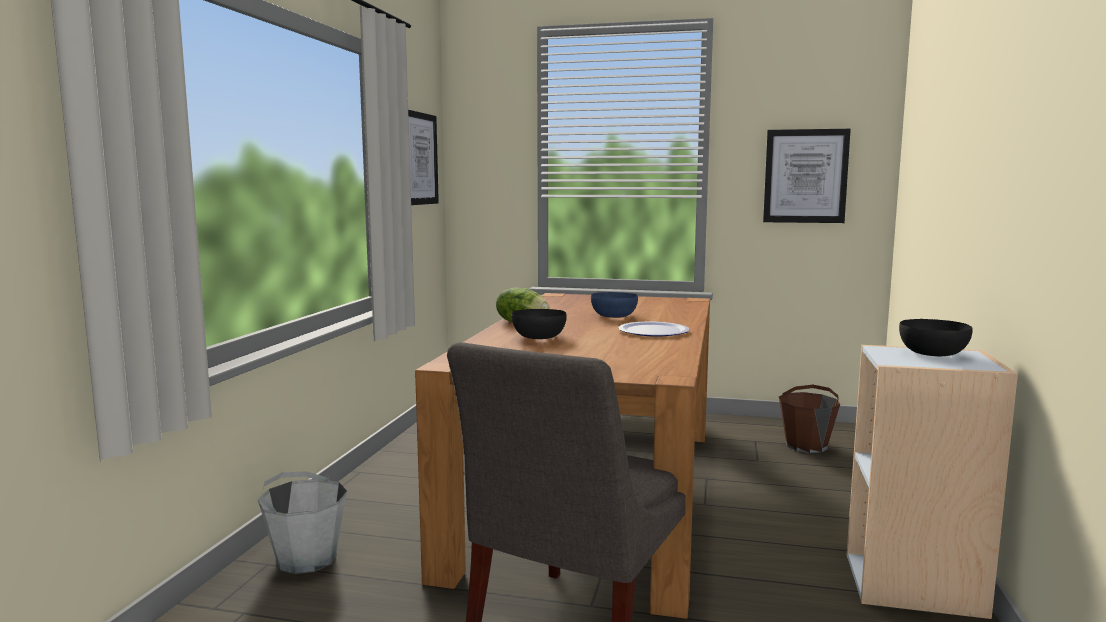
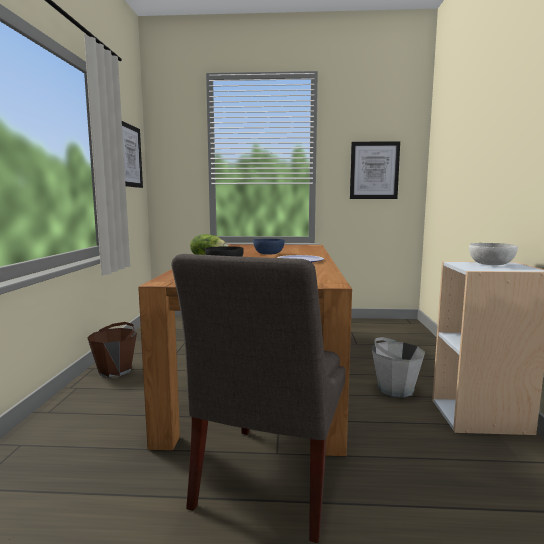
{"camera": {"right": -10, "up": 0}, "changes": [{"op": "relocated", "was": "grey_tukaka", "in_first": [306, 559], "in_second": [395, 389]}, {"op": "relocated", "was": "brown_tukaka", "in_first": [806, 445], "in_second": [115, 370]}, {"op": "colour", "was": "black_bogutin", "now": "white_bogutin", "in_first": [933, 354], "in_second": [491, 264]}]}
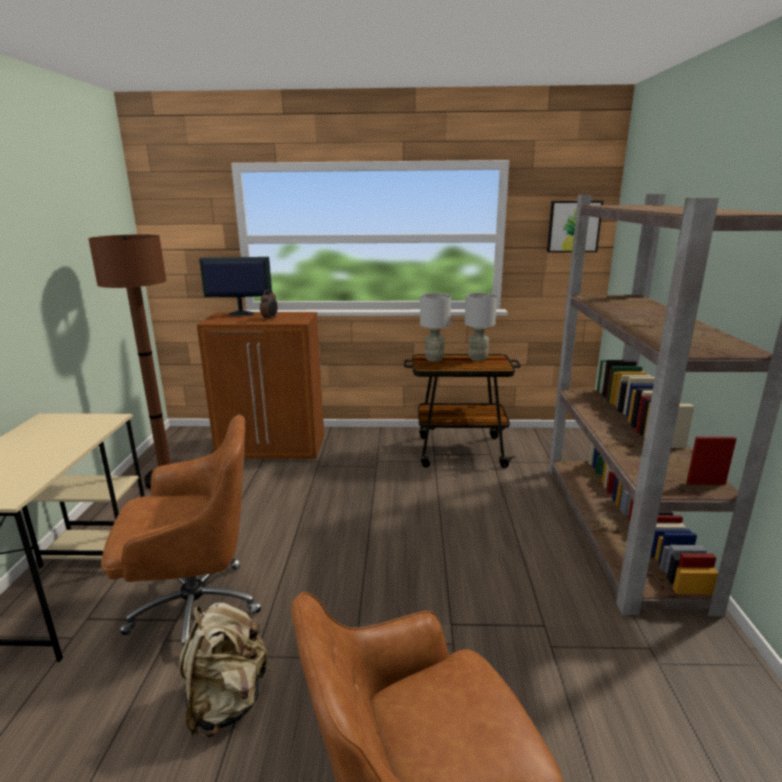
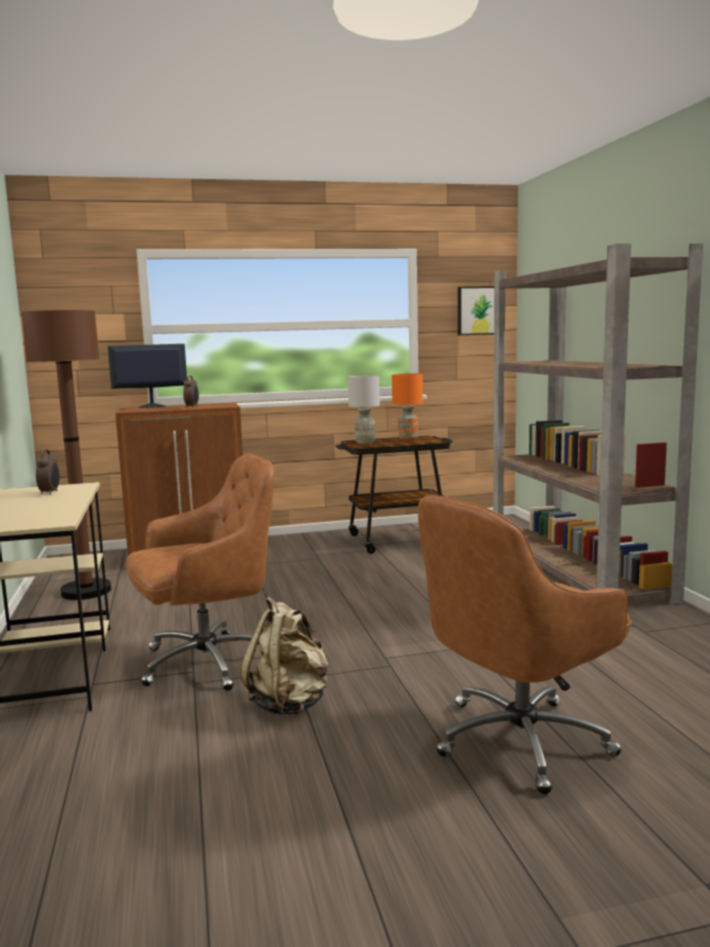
{"camera": {"right": -15, "up": -10}, "changes": [{"op": "appeared", "now": "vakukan", "in_second": [50, 493]}, {"op": "colour", "was": "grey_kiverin", "now": "orange_kiverin", "in_first": [478, 358], "in_second": [408, 439]}]}
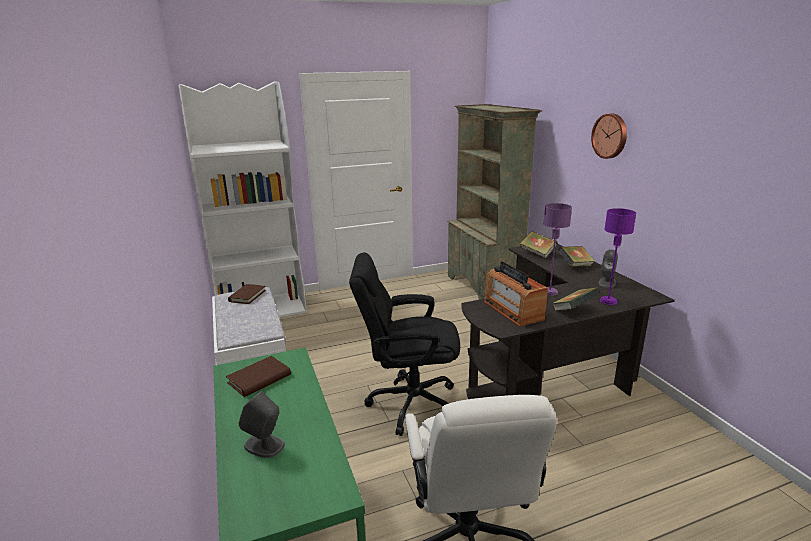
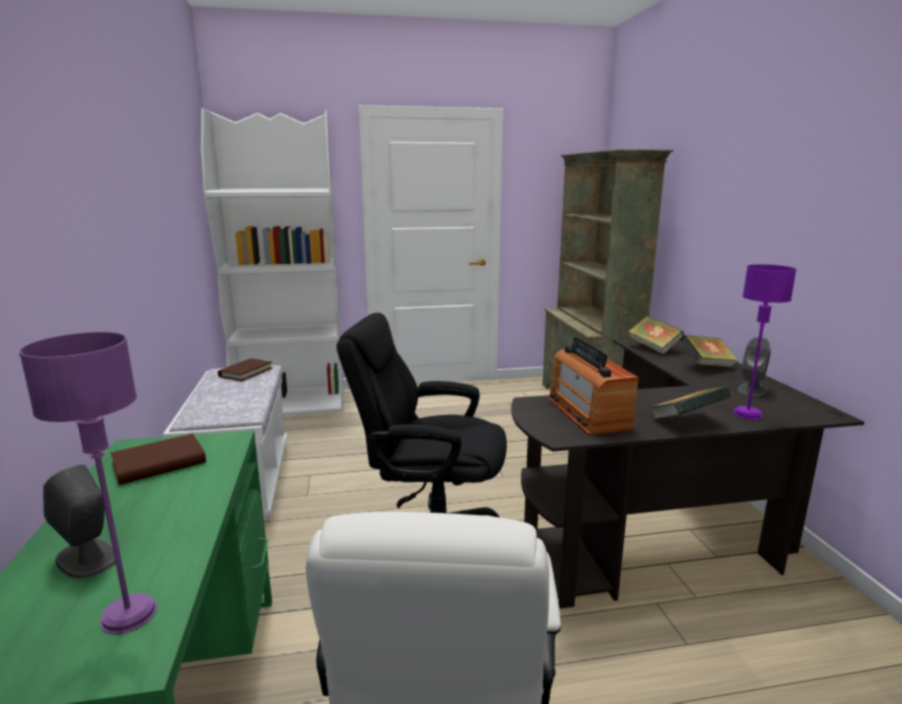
{"camera": {"right": 10, "up": -5}, "changes": [{"op": "missing", "was": "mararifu", "in_first": [610, 136]}, {"op": "relocated", "was": "purple_kiverin", "in_first": [549, 292], "in_second": [128, 614]}]}
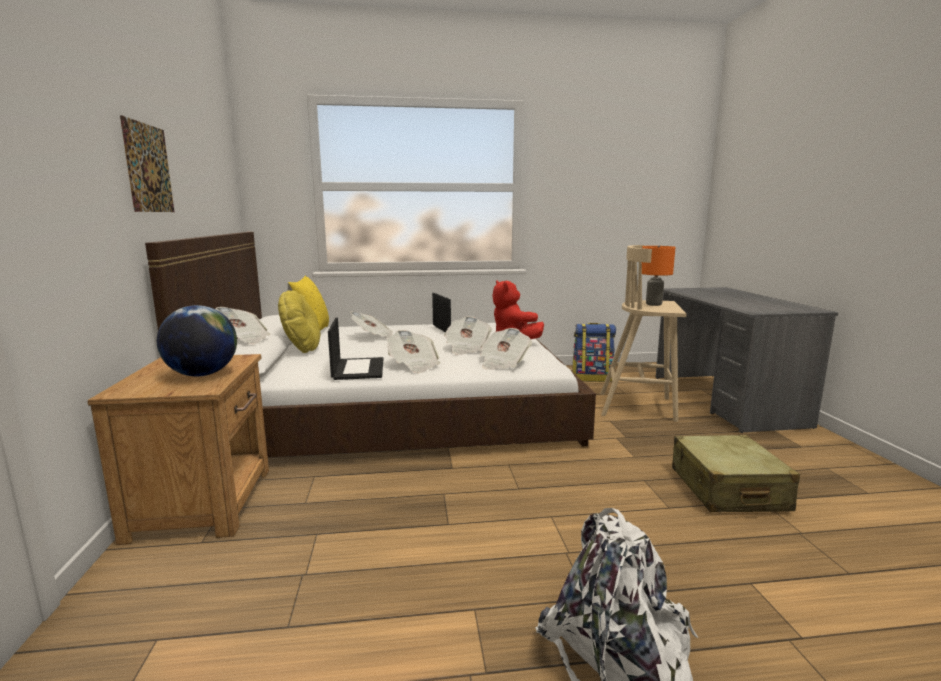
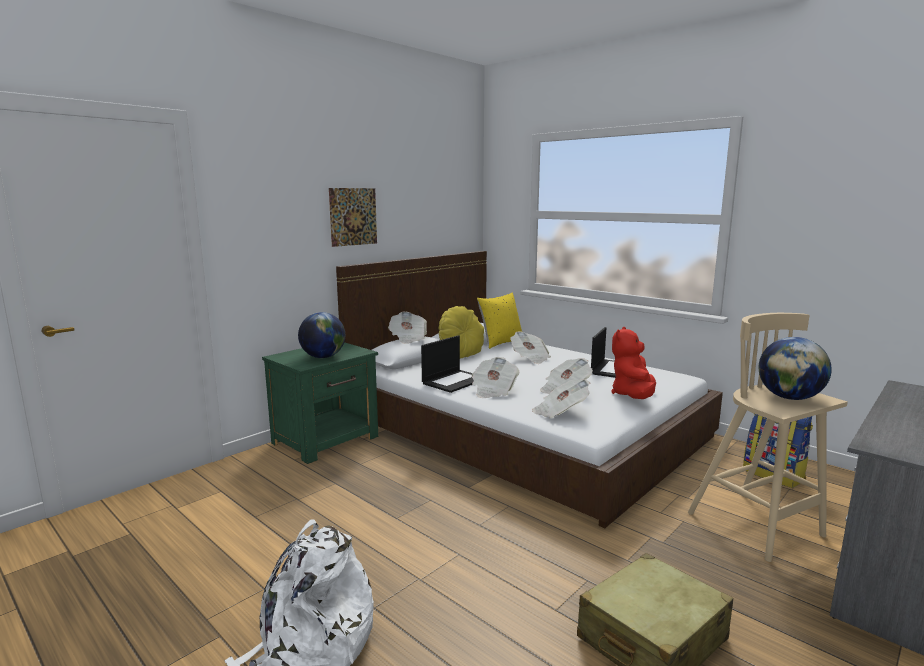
{"camera": {"right": 50, "up": 0}, "changes": [{"op": "exchanged", "was": "orange_kiverin", "now": "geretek", "in_first": [654, 304], "in_second": [789, 397]}, {"op": "colour", "was": "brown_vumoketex", "now": "green_vumoketex", "in_first": [205, 501], "in_second": [327, 440]}]}
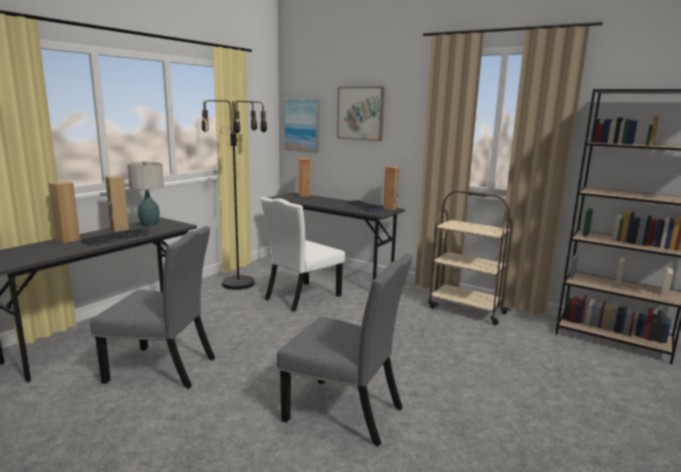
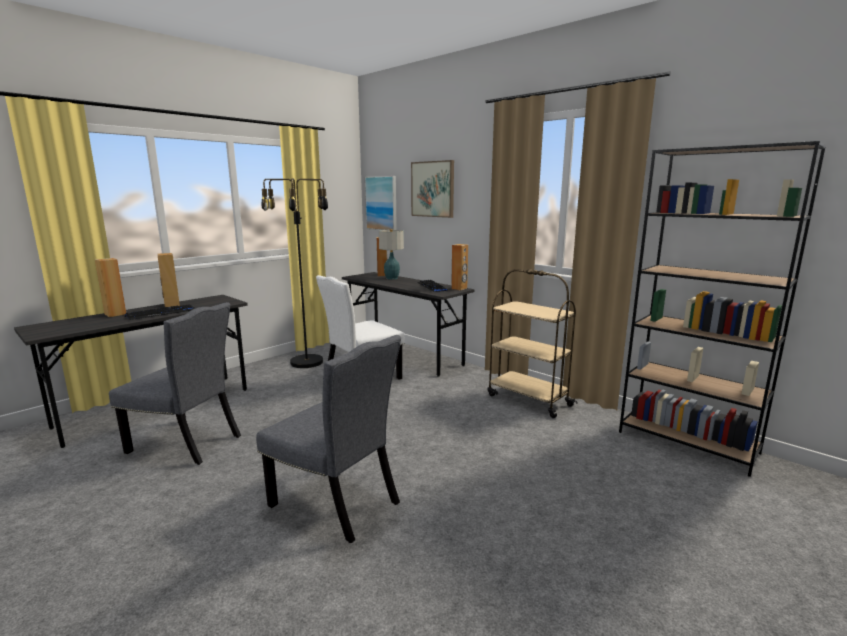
{"camera": {"right": 10, "up": 0}, "changes": [{"op": "relocated", "was": "kiverin", "in_first": [150, 225], "in_second": [392, 278]}]}
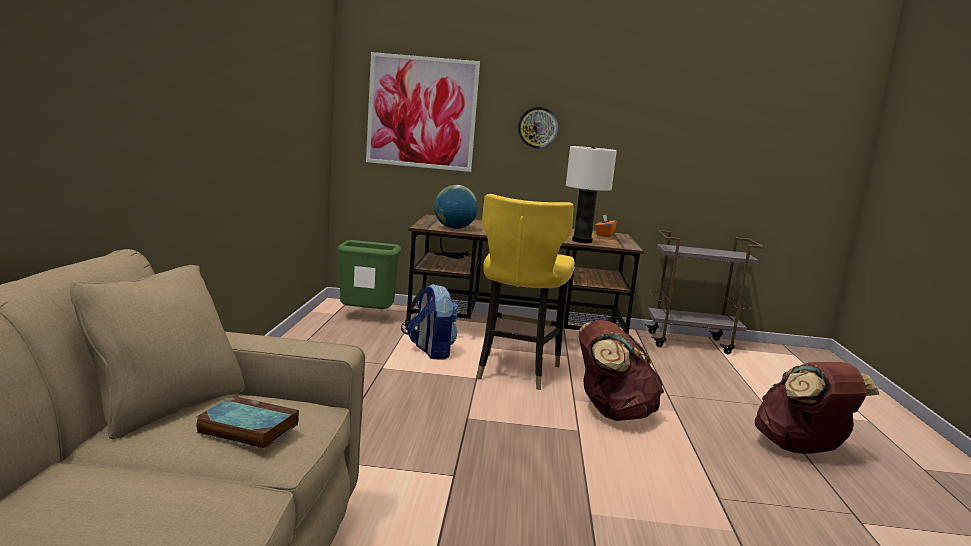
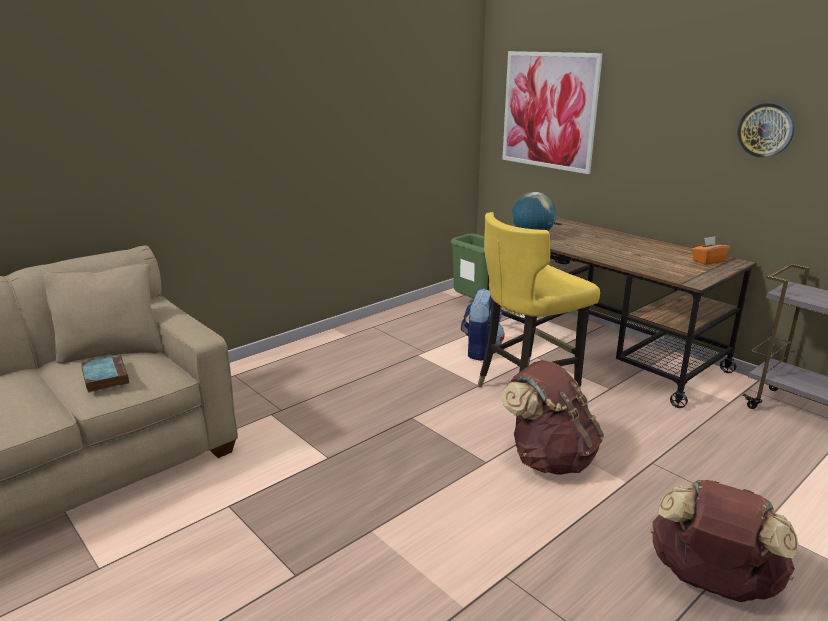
{"camera": {"right": 45, "up": 10}, "changes": [{"op": "missing", "was": "white_kiverin", "in_first": [582, 241]}, {"op": "relocated", "was": "mararifu", "in_first": [538, 127], "in_second": [766, 130]}]}
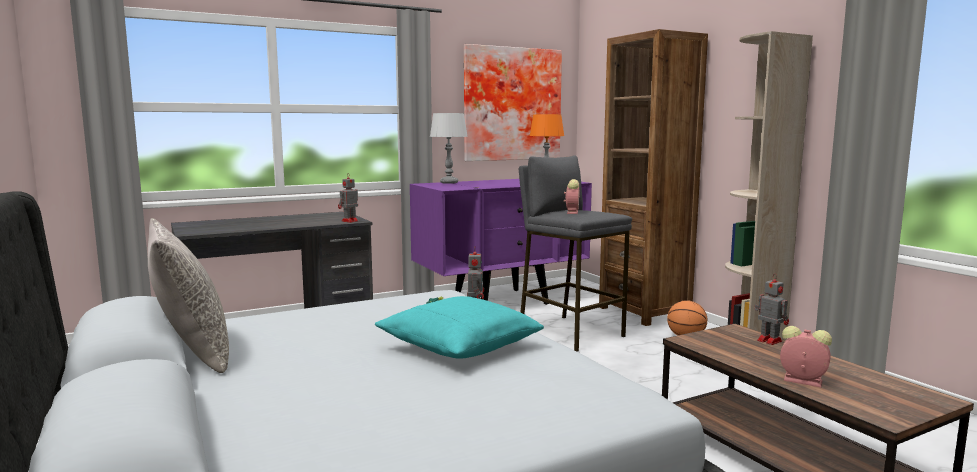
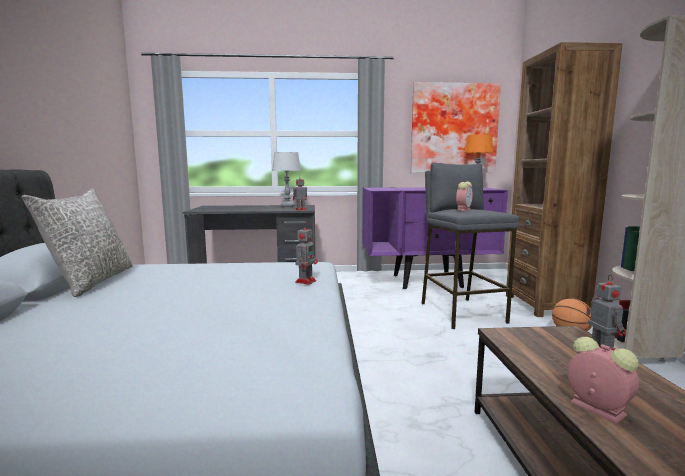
{"camera": {"right": 25, "up": 0}, "changes": [{"op": "missing", "was": "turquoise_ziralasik", "in_first": [460, 349]}, {"op": "relocated", "was": "grey_kiverin", "in_first": [449, 182], "in_second": [287, 206]}]}
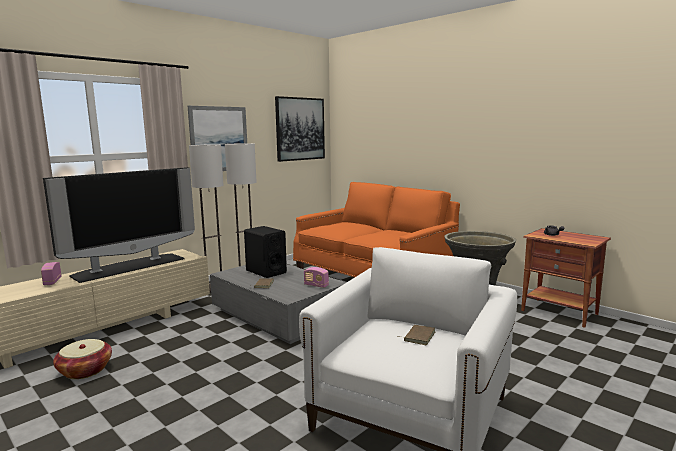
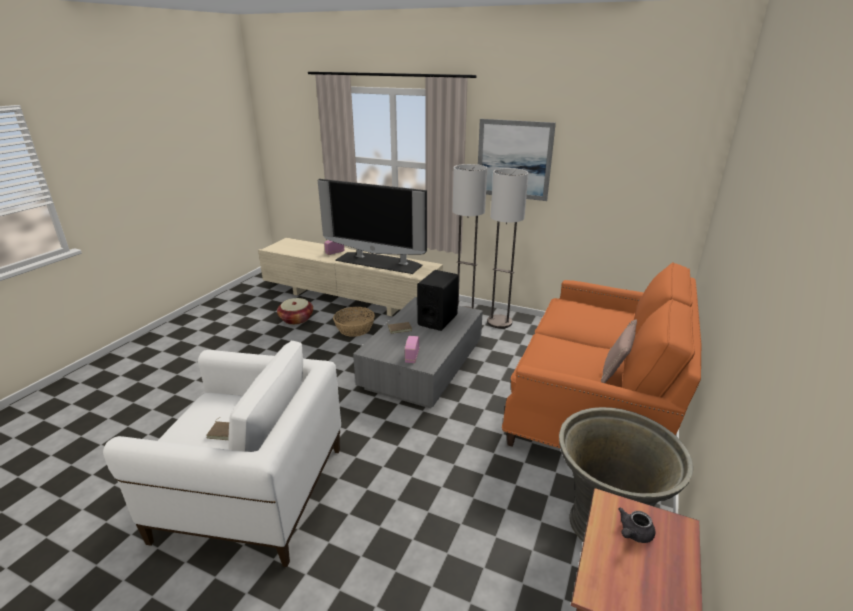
{"camera": {"right": 70, "up": 15}, "changes": [{"op": "missing", "was": "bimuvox", "in_first": [300, 129]}, {"op": "appeared", "now": "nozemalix", "in_second": [355, 328]}, {"op": "appeared", "now": "beige_ziralasik", "in_second": [615, 369]}]}
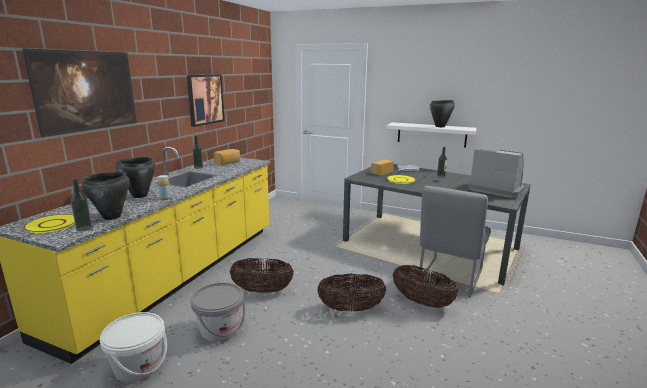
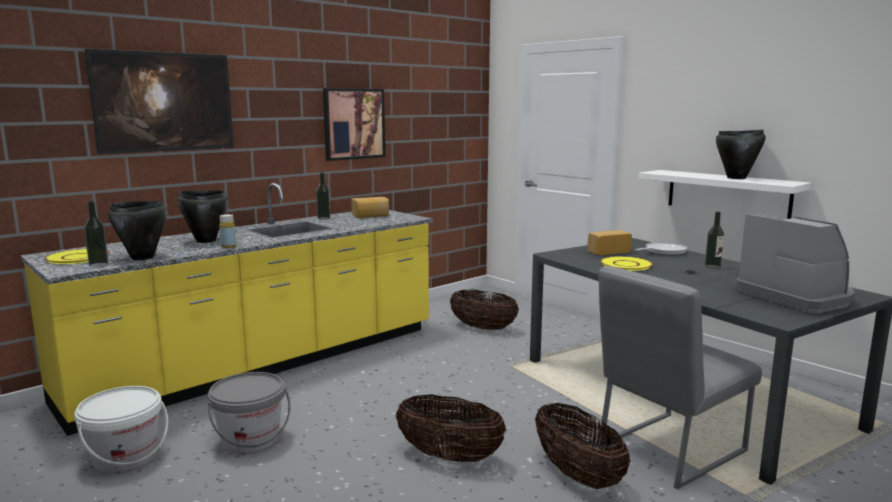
{"camera": {"right": 25, "up": -5}, "changes": [{"op": "relocated", "was": "nozemalix", "in_first": [262, 290], "in_second": [483, 328]}]}
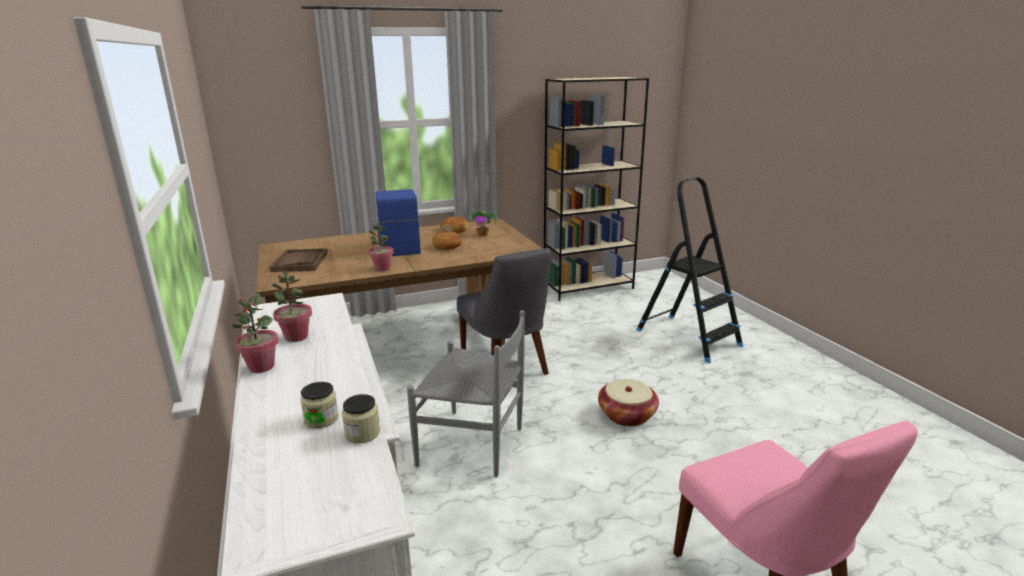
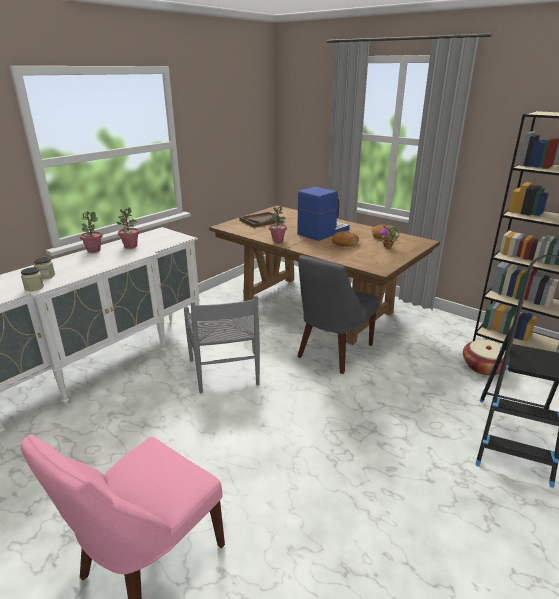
{"camera": {"right": 60, "up": 5}, "changes": [{"op": "relocated", "was": "nozemalix", "in_first": [627, 415], "in_second": [484, 367]}]}
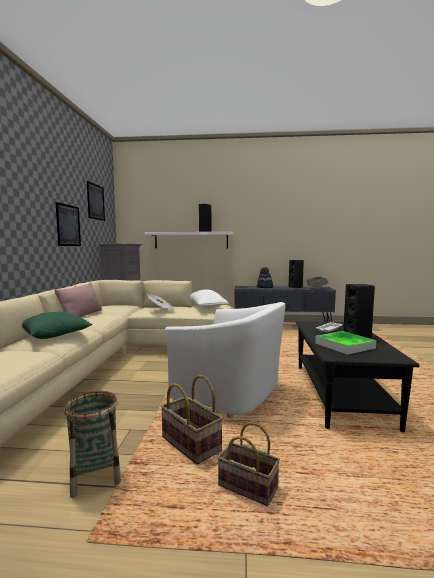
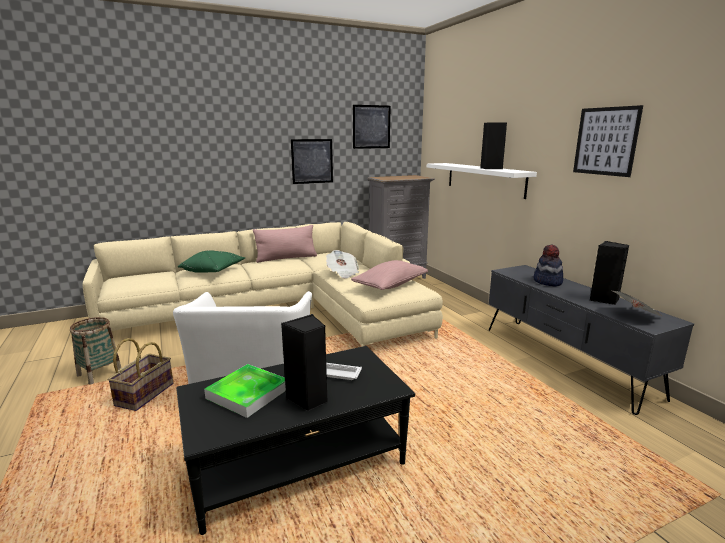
{"camera": {"right": 60, "up": 10}, "changes": [{"op": "missing", "was": "nozemalix", "in_first": [246, 487]}, {"op": "appeared", "now": "bimuvox", "in_second": [605, 141]}, {"op": "colour", "was": "white_ziralasik", "now": "pink_ziralasik", "in_first": [206, 307], "in_second": [390, 285]}]}
